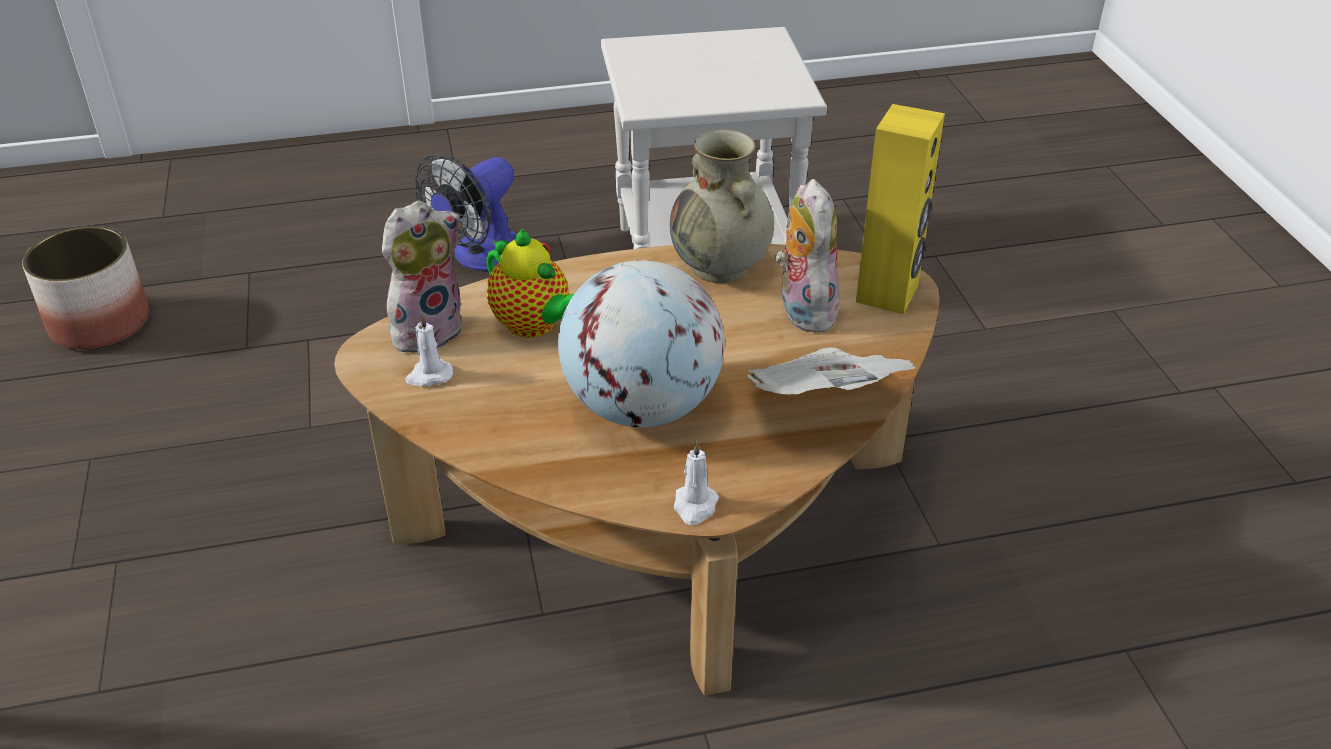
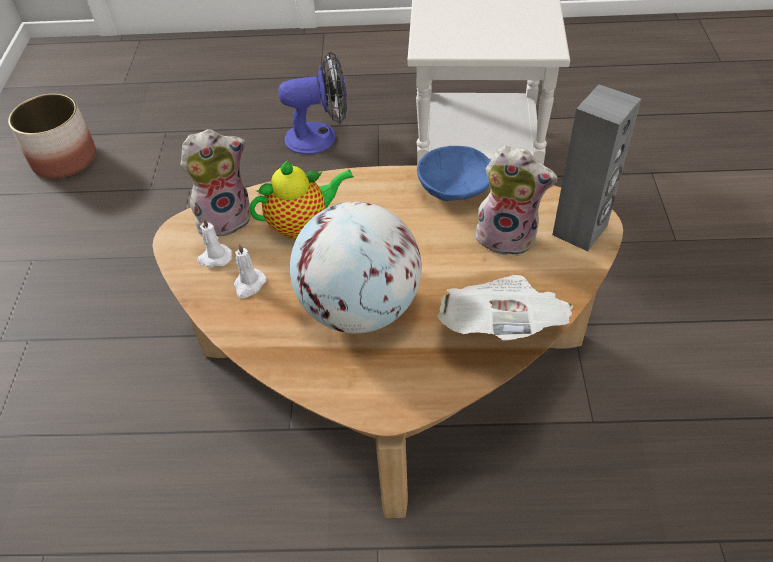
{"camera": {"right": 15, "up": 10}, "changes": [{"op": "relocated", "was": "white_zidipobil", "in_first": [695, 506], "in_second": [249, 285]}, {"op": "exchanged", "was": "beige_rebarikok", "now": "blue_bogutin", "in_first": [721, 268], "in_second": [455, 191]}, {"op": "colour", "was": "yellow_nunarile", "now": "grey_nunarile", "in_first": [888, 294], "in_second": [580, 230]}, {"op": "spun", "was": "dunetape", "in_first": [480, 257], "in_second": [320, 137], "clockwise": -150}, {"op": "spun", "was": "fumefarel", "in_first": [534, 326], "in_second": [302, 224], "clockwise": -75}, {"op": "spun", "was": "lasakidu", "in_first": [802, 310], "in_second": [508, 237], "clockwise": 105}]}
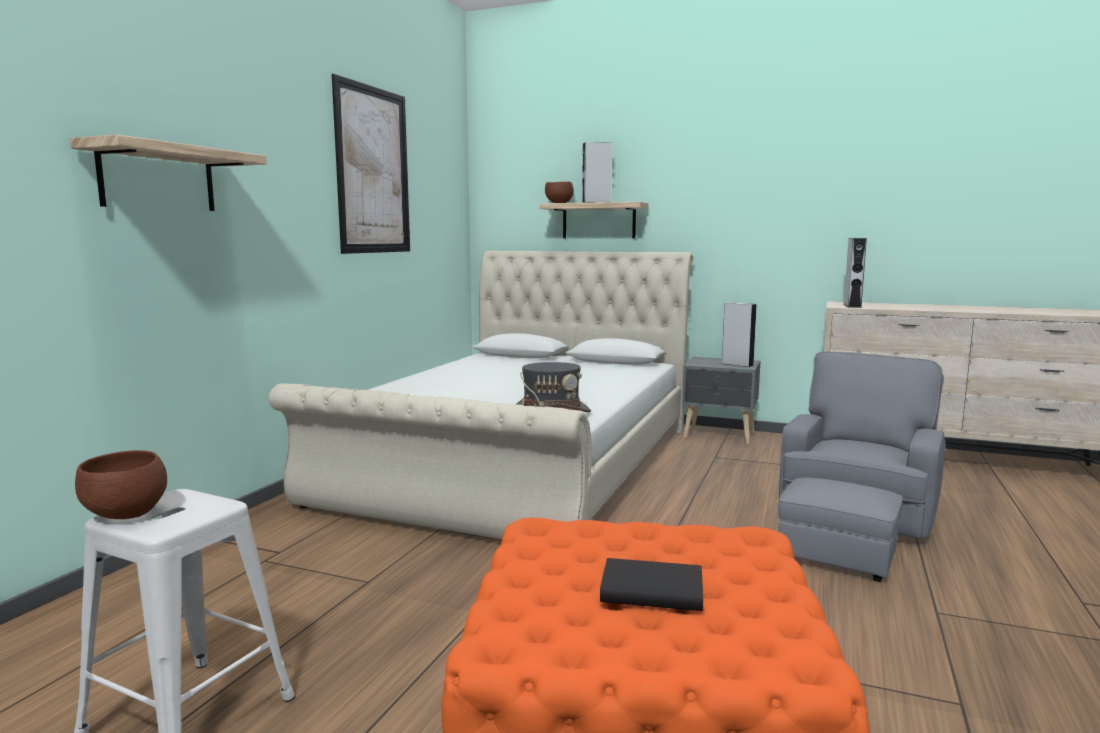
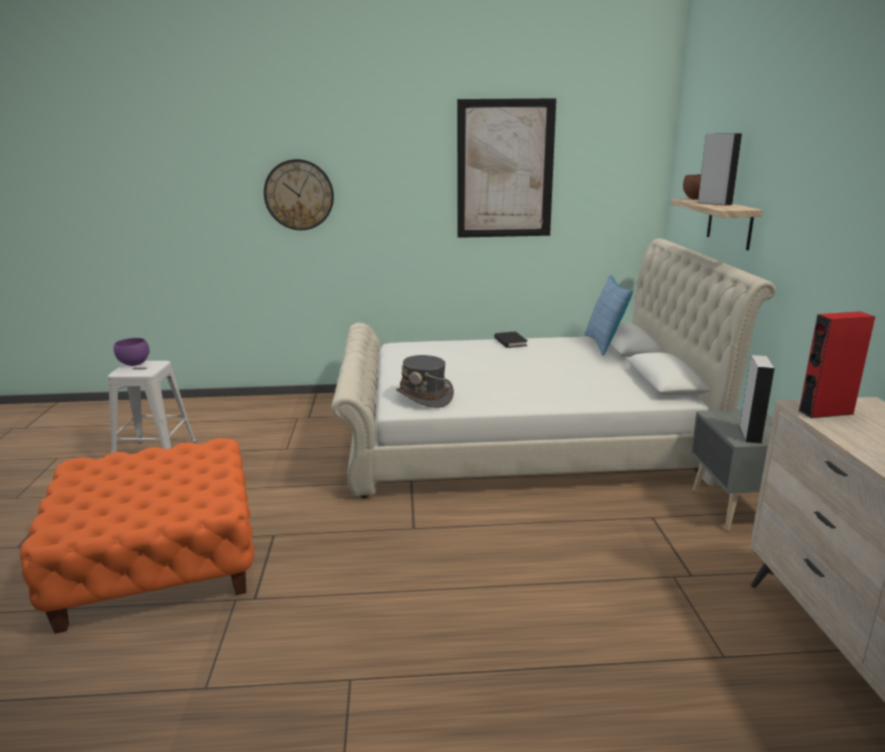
{"camera": {"right": 65, "up": 10}, "changes": [{"op": "missing", "was": "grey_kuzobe", "in_first": [854, 521]}, {"op": "appeared", "now": "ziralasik", "in_second": [605, 344]}, {"op": "relocated", "was": "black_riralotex", "in_first": [651, 591], "in_second": [510, 342]}, {"op": "exchanged", "was": "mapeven", "now": "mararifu", "in_first": [158, 179], "in_second": [299, 195]}, {"op": "colour", "was": "brown_bogutin", "now": "purple_bogutin", "in_first": [128, 515], "in_second": [134, 364]}, {"op": "colour", "was": "grey_nunarile", "now": "red_nunarile", "in_first": [852, 306], "in_second": [825, 412]}]}
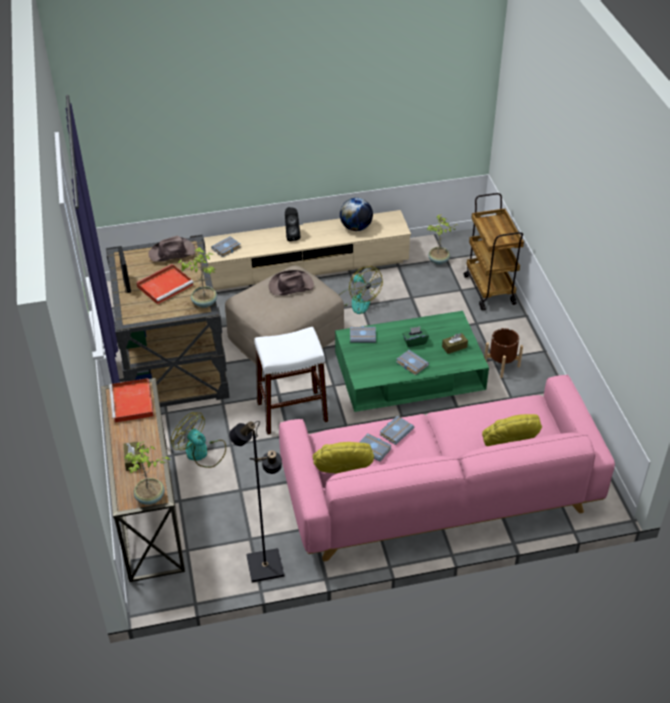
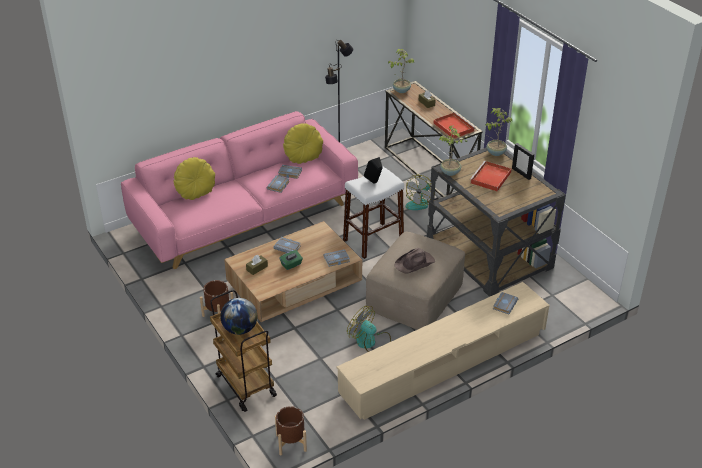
{"camera": {"right": 160, "up": -5}, "changes": [{"op": "missing", "was": "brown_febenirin", "in_first": [172, 253]}, {"op": "appeared", "now": "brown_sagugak", "in_second": [291, 443]}, {"op": "relocated", "was": "black_nunarile", "in_first": [291, 236], "in_second": [374, 183]}, {"op": "relocated", "was": "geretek", "in_first": [356, 227], "in_second": [240, 329]}, {"op": "relocated", "was": "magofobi", "in_first": [439, 261], "in_second": [495, 152]}, {"op": "colour", "was": "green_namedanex", "now": "brown_namedanex", "in_first": [409, 377], "in_second": [294, 285]}, {"op": "spun", "was": "dunetape", "in_first": [201, 452], "in_second": [420, 202], "clockwise": 105}]}
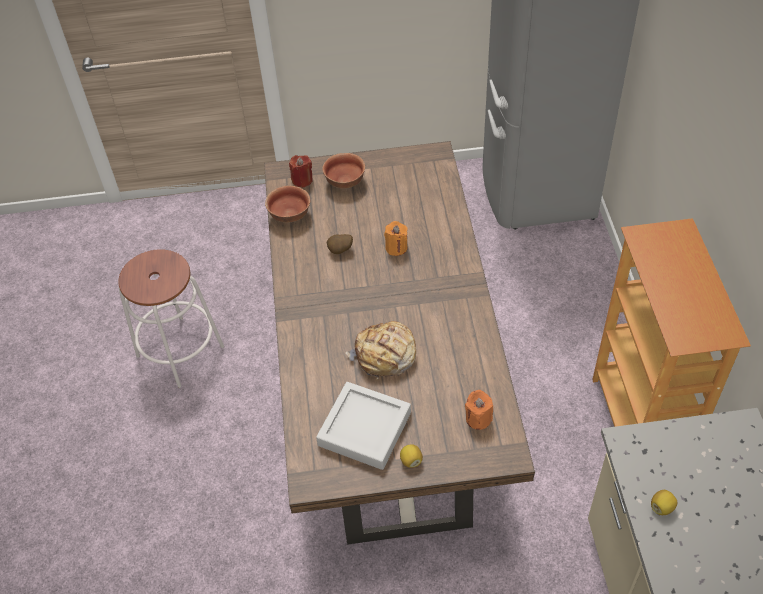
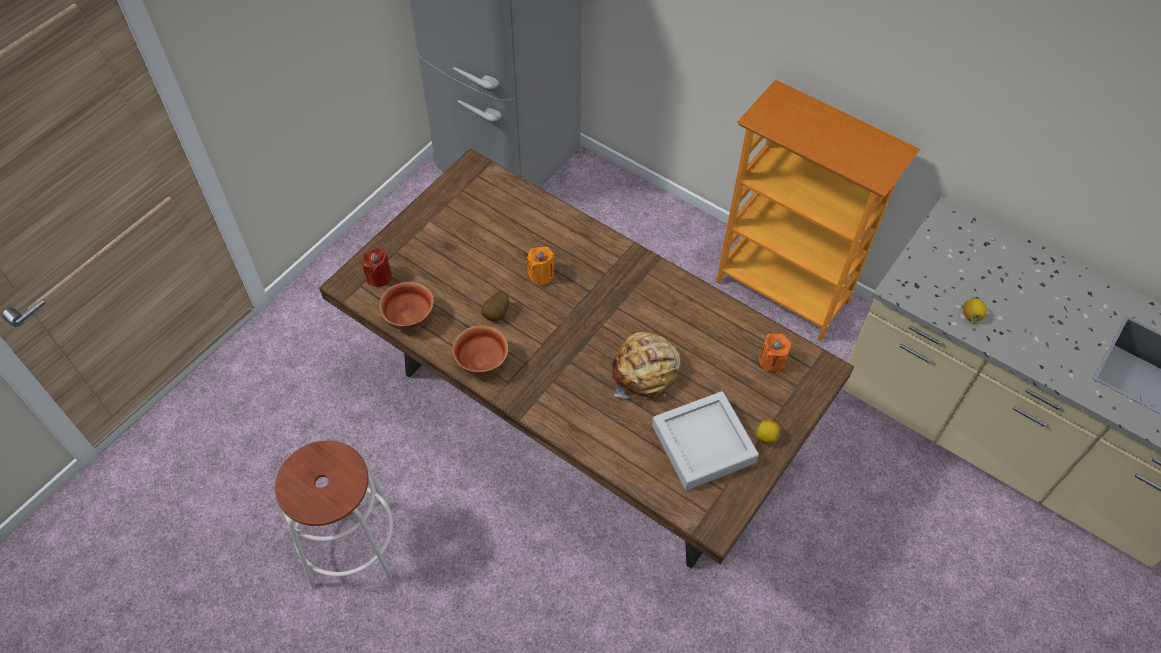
{"camera": {"right": -50, "up": 5}, "changes": [{"op": "relocated", "was": "bogutin", "in_first": [344, 182], "in_second": [481, 362]}]}
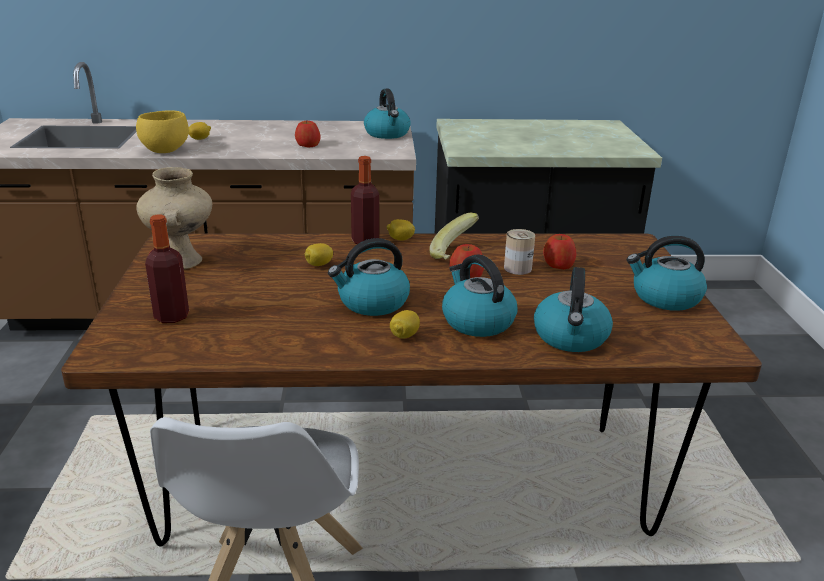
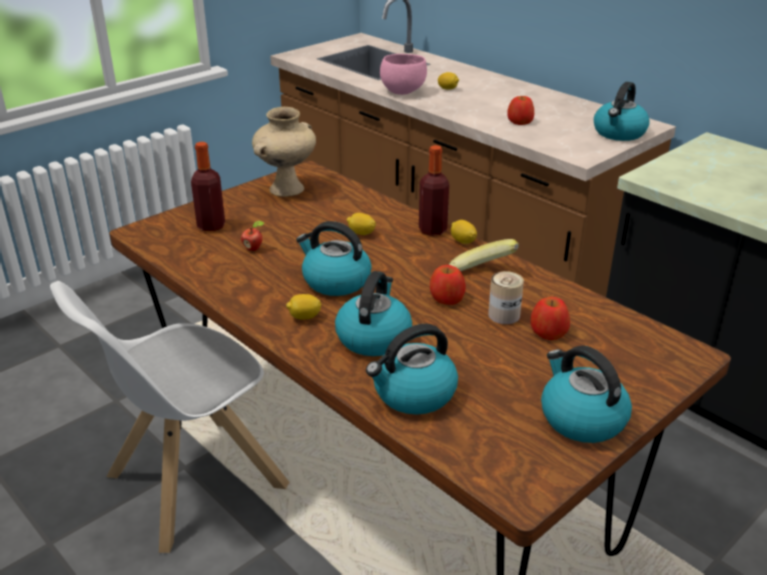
{"camera": {"right": 50, "up": 5}, "changes": [{"op": "appeared", "now": "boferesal", "in_second": [254, 248]}, {"op": "colour", "was": "yellow_bogutin", "now": "pink_bogutin", "in_first": [164, 150], "in_second": [402, 91]}]}
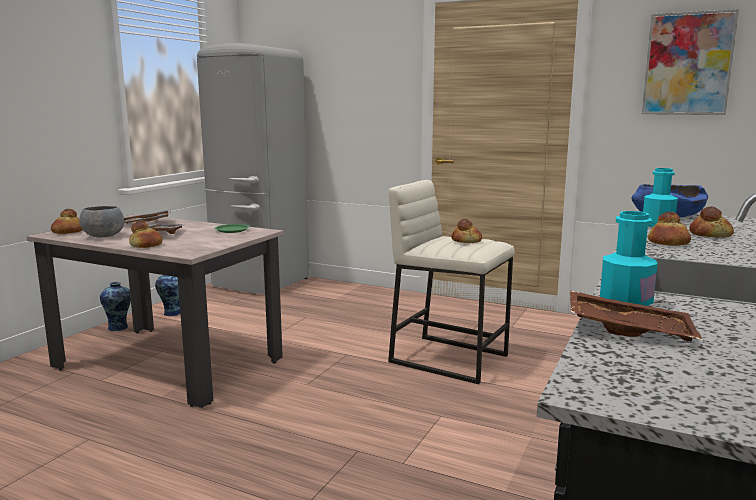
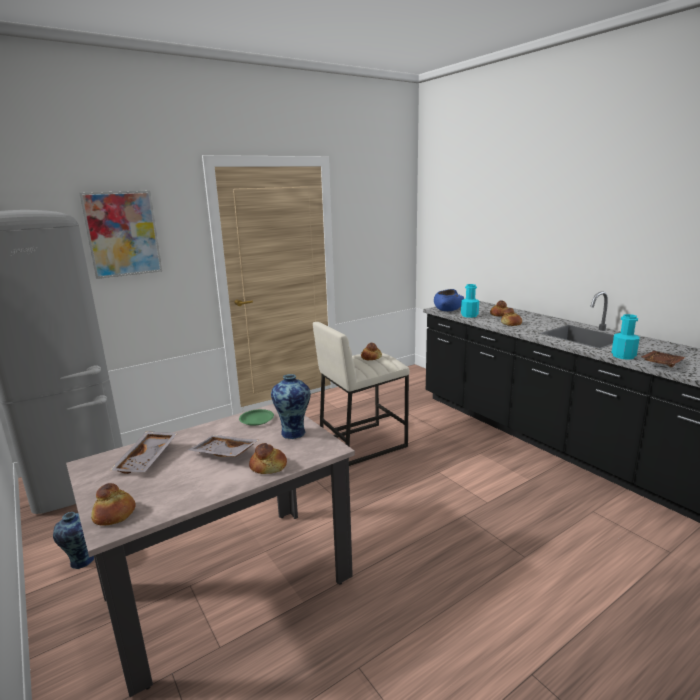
{"camera": {"right": -60, "up": 5}, "changes": [{"op": "missing", "was": "grey_bogutin", "in_first": [104, 236]}, {"op": "relocated", "was": "rebarikok", "in_first": [119, 328], "in_second": [293, 432]}, {"op": "relocated", "was": "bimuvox", "in_first": [688, 64], "in_second": [122, 234]}]}
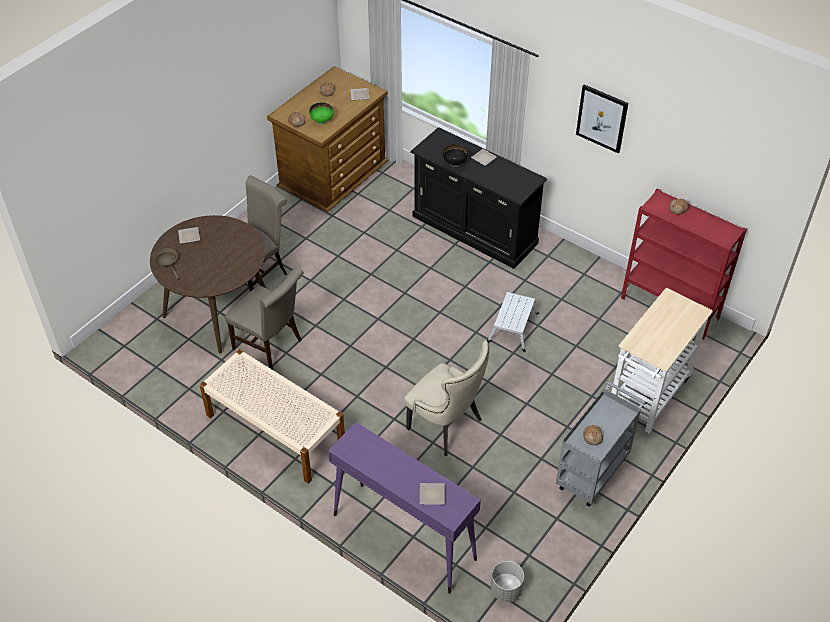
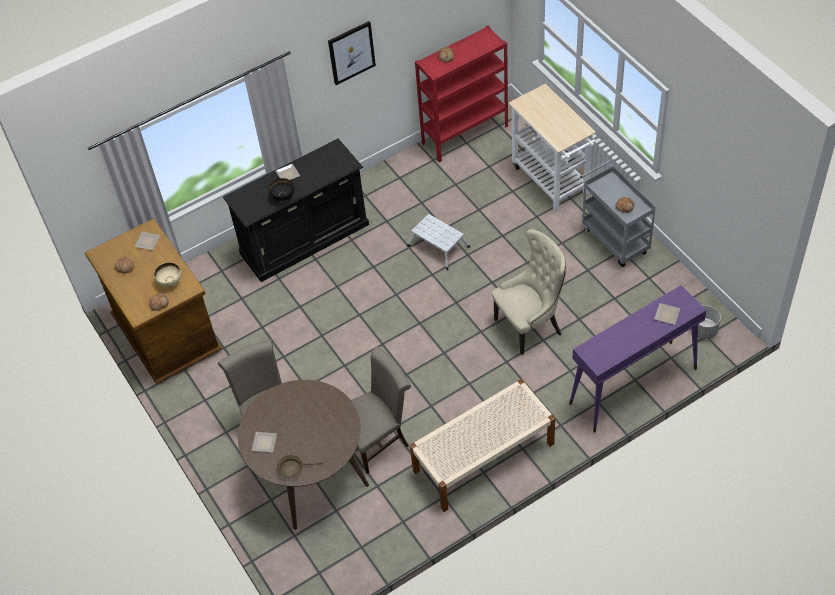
{"camera": {"right": -65, "up": 5}, "changes": [{"op": "colour", "was": "green_bogutin", "now": "beige_bogutin", "in_first": [321, 121], "in_second": [170, 282]}]}
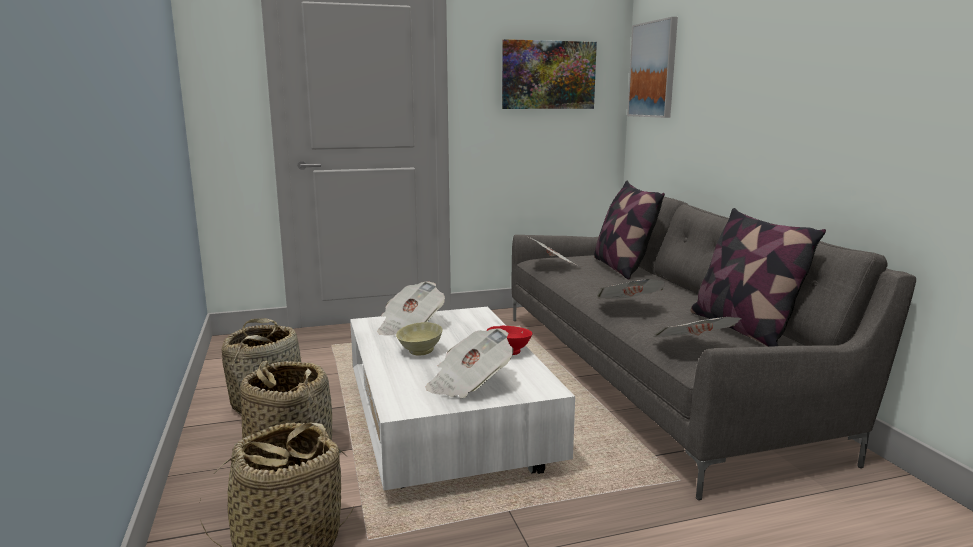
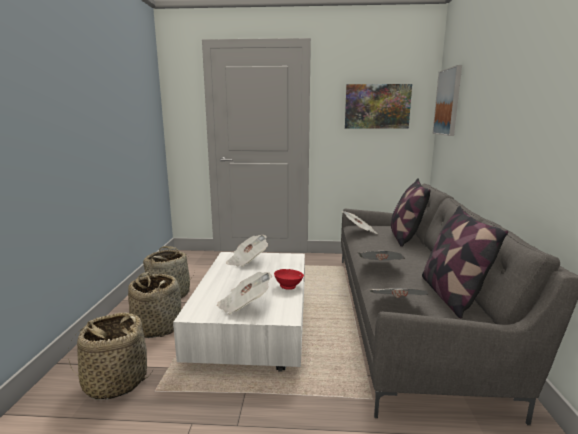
{"camera": {"right": 20, "up": 0}, "changes": [{"op": "missing", "was": "beige_bogutin", "in_first": [419, 351]}]}
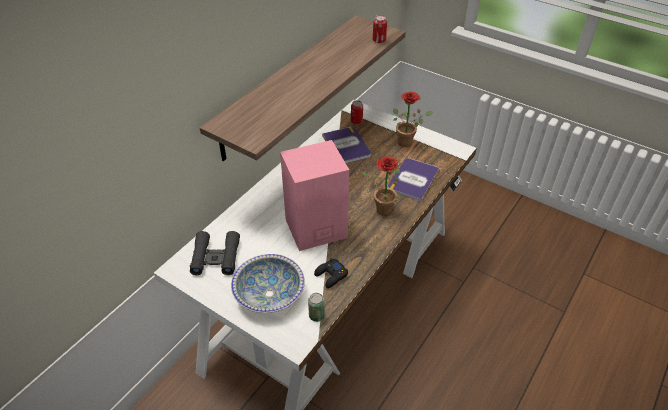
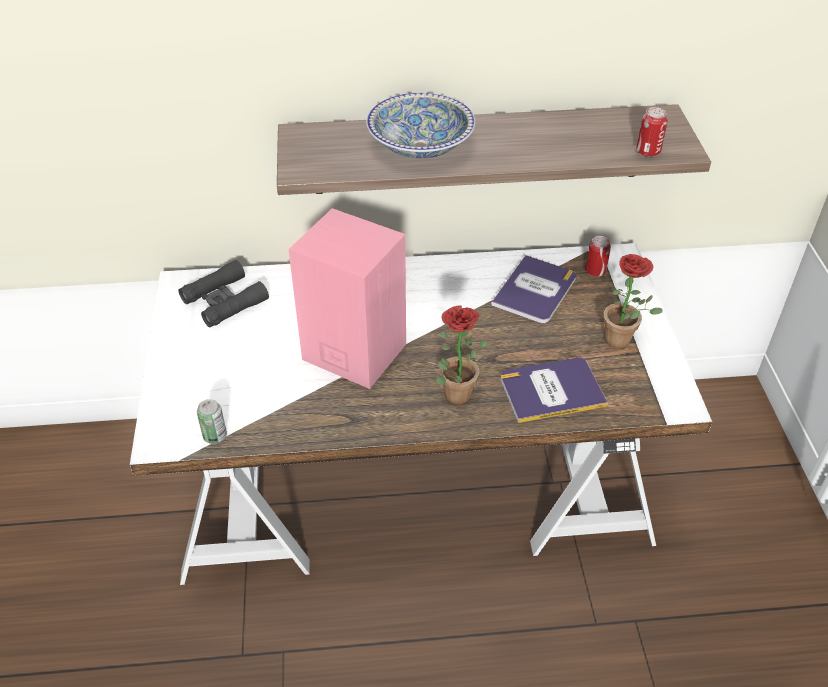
{"camera": {"right": 50, "up": 0}, "changes": [{"op": "missing", "was": "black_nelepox", "in_first": [331, 276]}, {"op": "relocated", "was": "bogutin", "in_first": [269, 293], "in_second": [421, 145]}]}
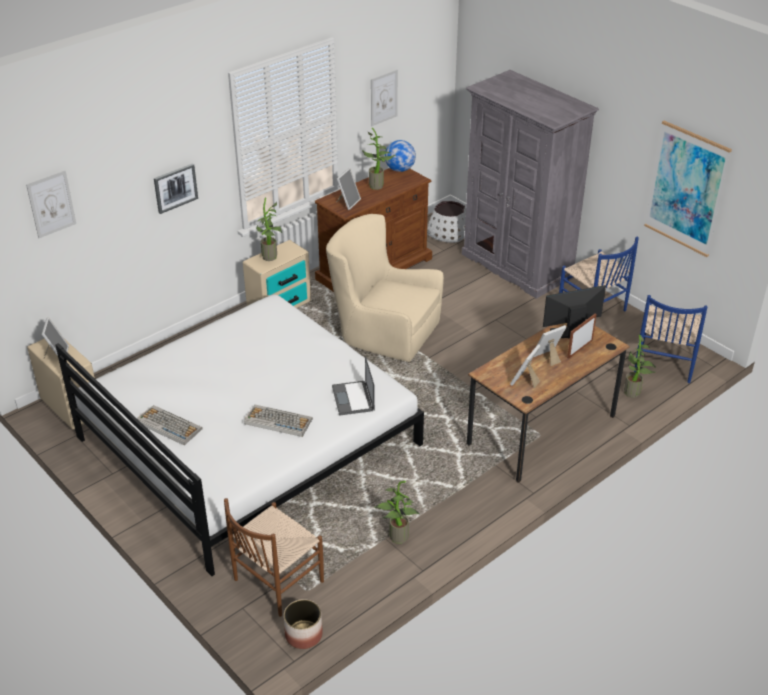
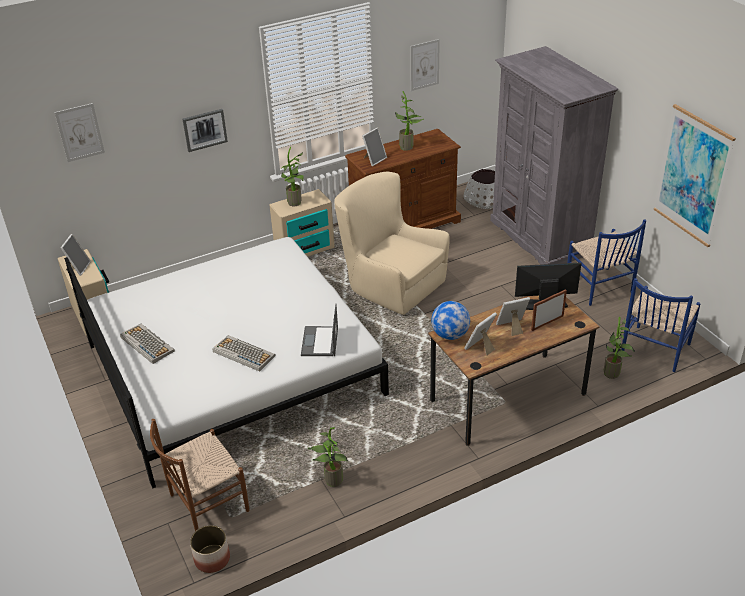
{"camera": {"right": 15, "up": 0}, "changes": [{"op": "relocated", "was": "geretek", "in_first": [400, 169], "in_second": [450, 335]}]}
